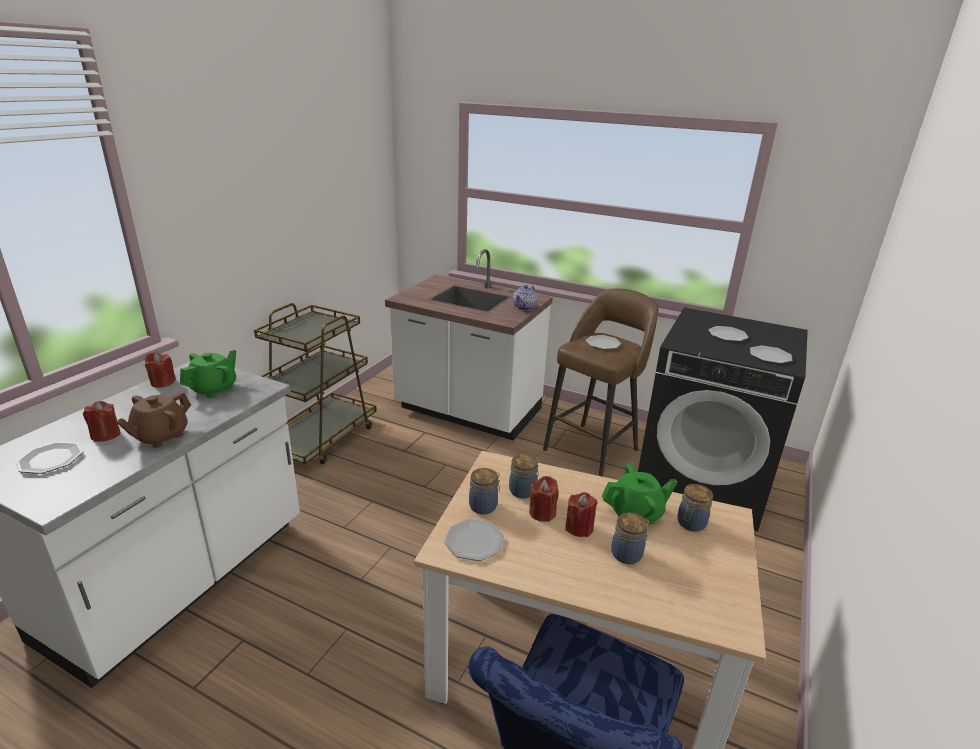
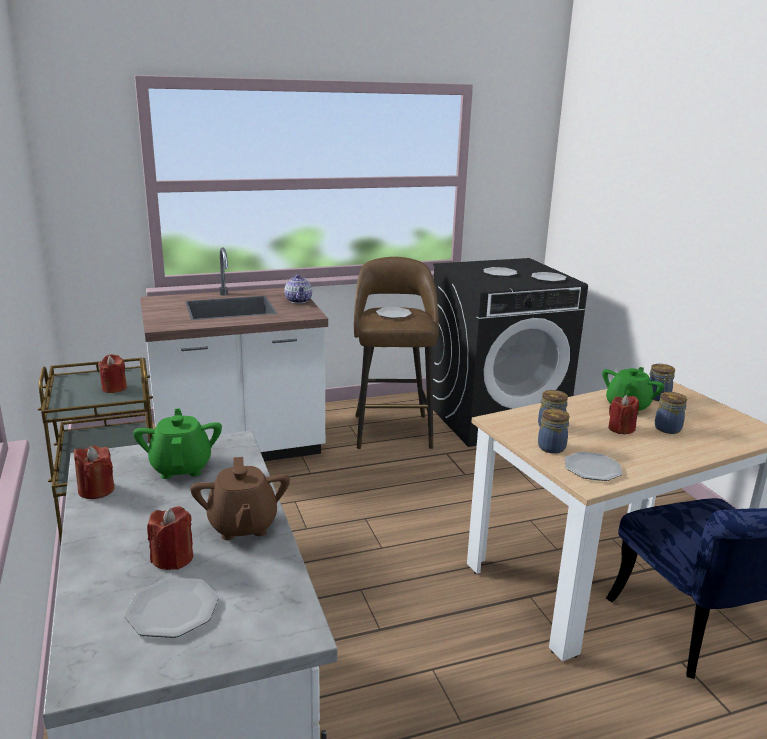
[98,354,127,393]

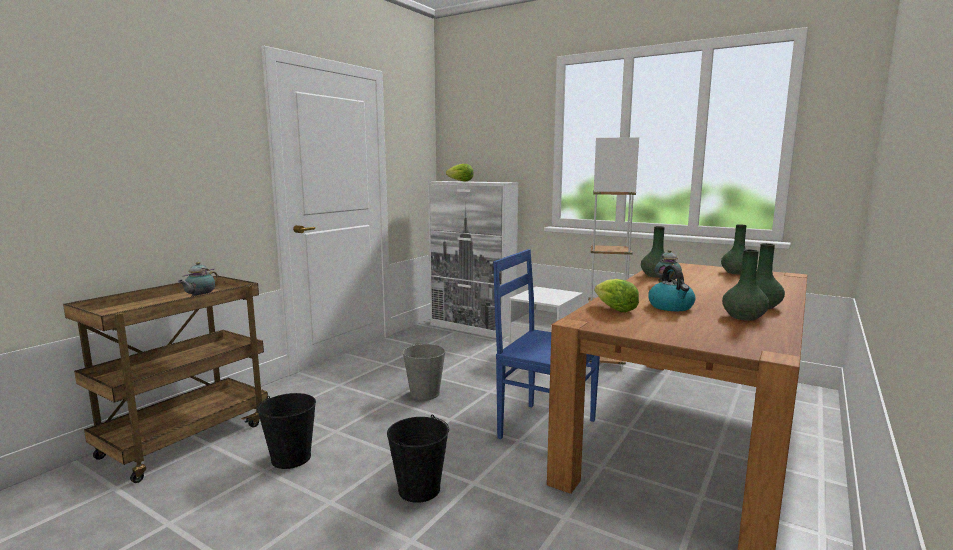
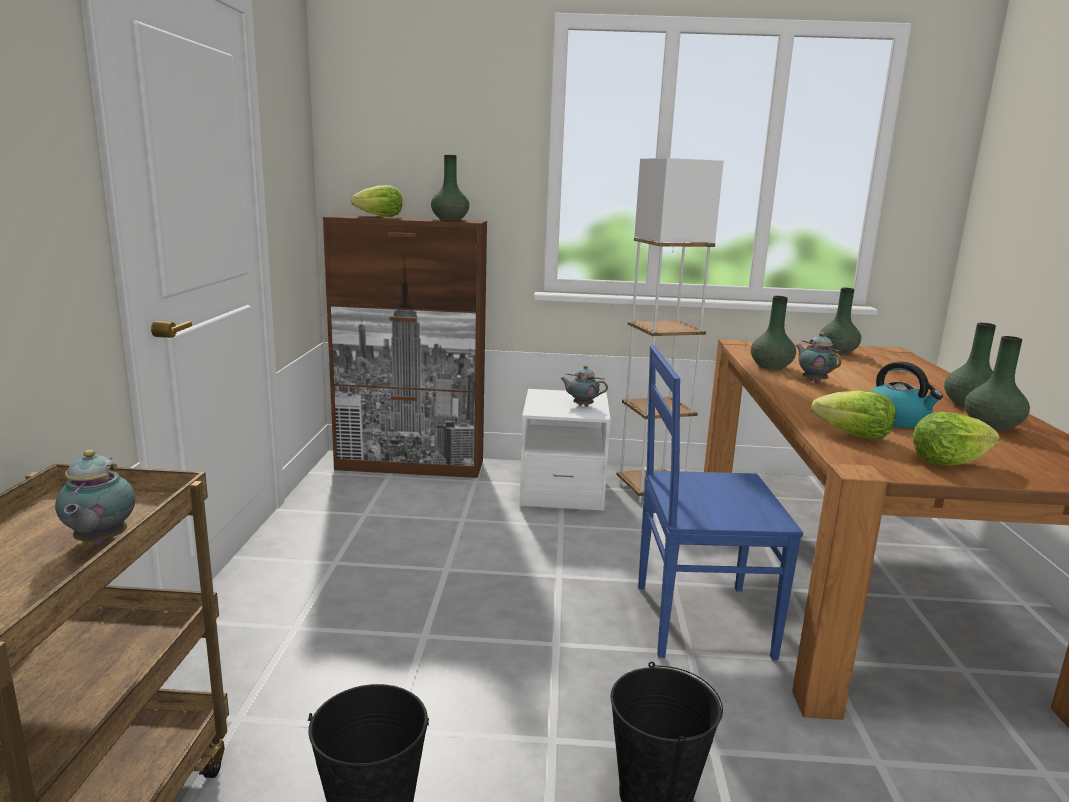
[323,215,487,478]
[431,155,469,220]
[560,365,608,407]
[913,412,1000,465]
[402,342,446,400] (first image)

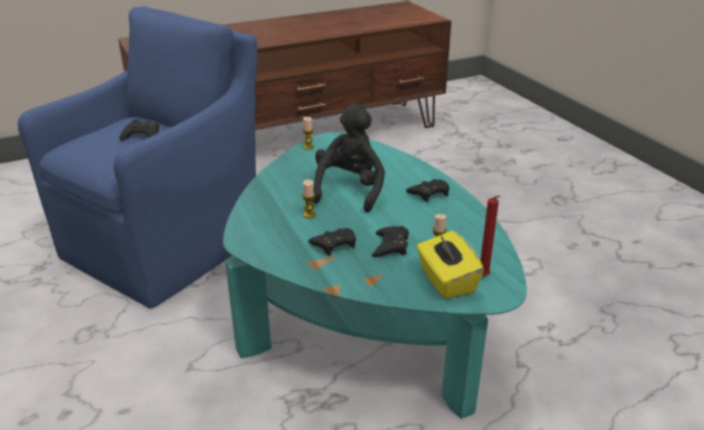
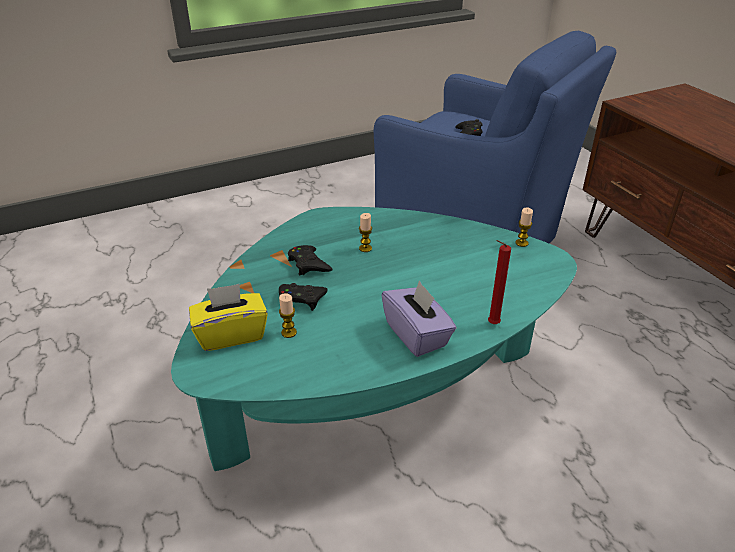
[381,280,456,357]
[488,240,511,324]
[312,103,385,212] (first image)

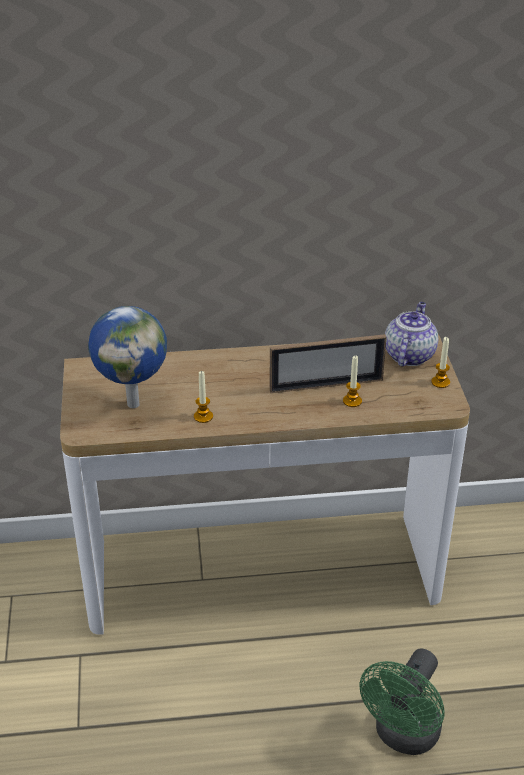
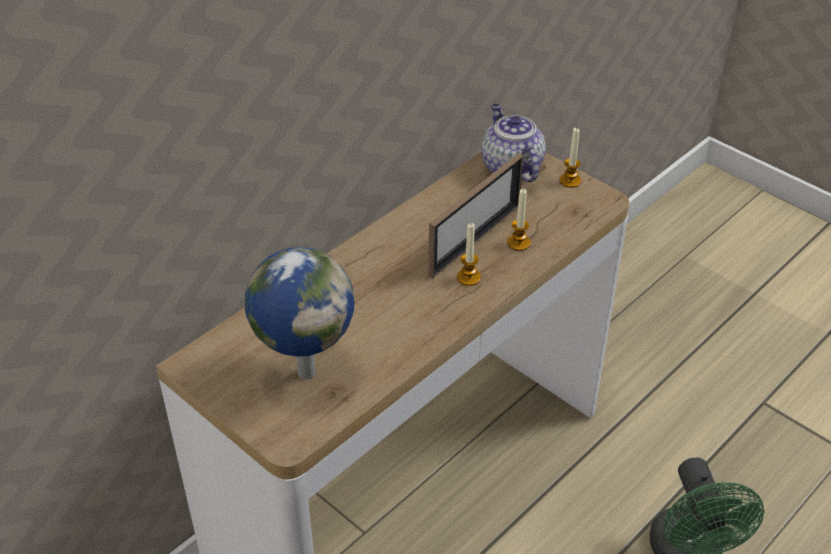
[457,223,481,286]

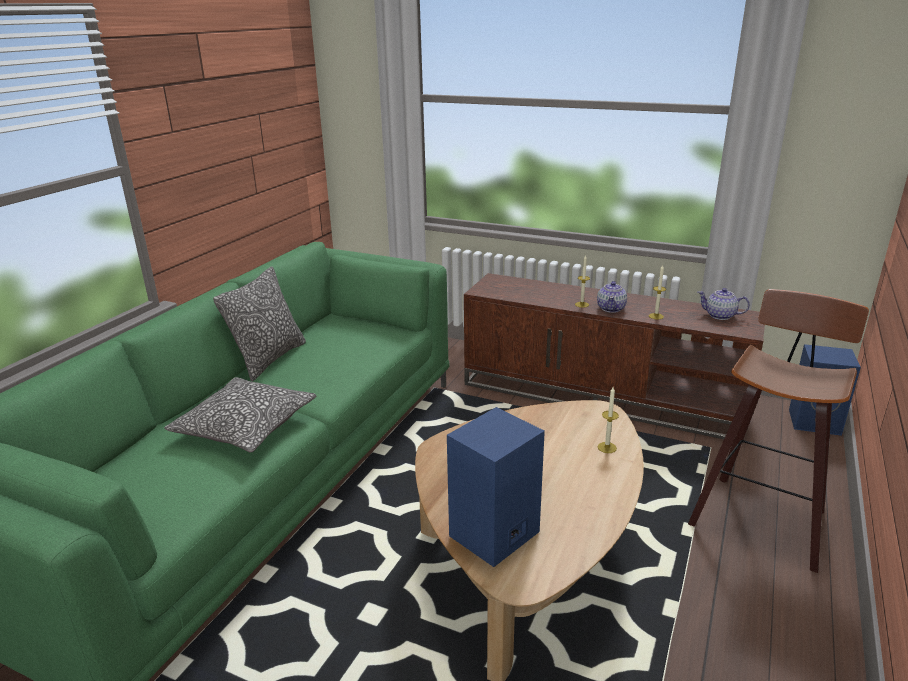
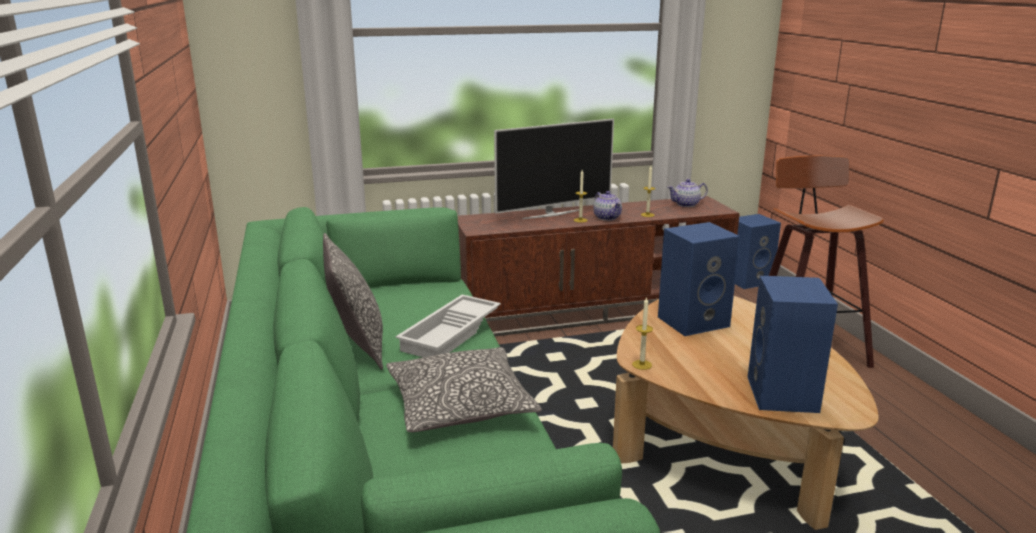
[396,294,501,357]
[494,119,614,219]
[632,297,653,370]
[658,222,740,336]

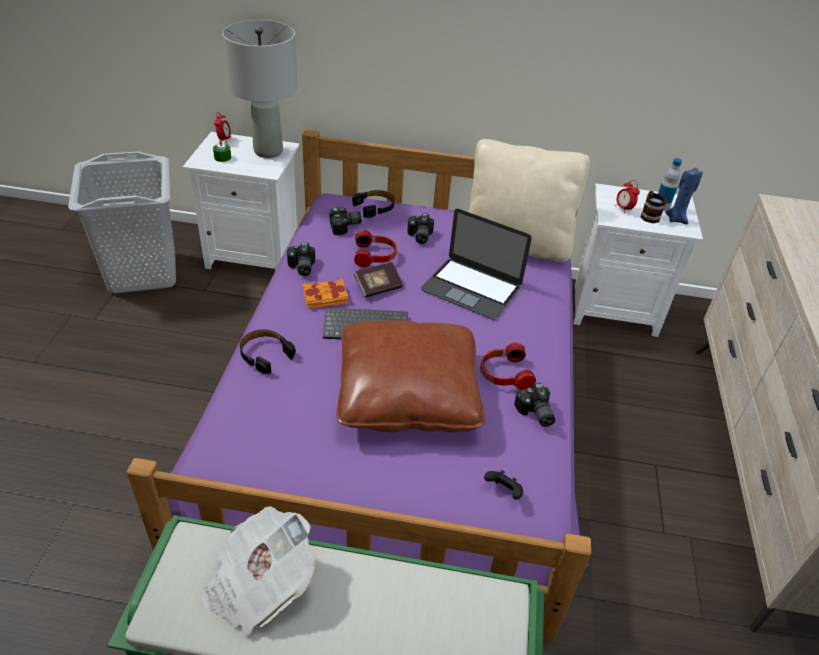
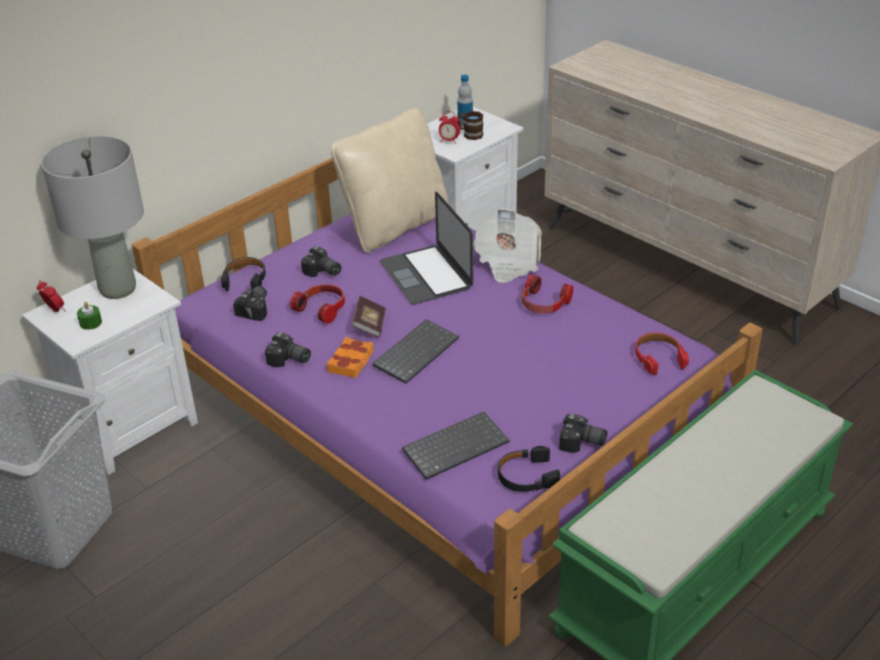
[380,192,473,304]
[402,412,510,480]
[473,208,542,283]
[498,446,560,492]
[559,414,607,453]
[635,332,689,375]
[337,320,485,432] (first image)
[665,168,703,224] (first image)

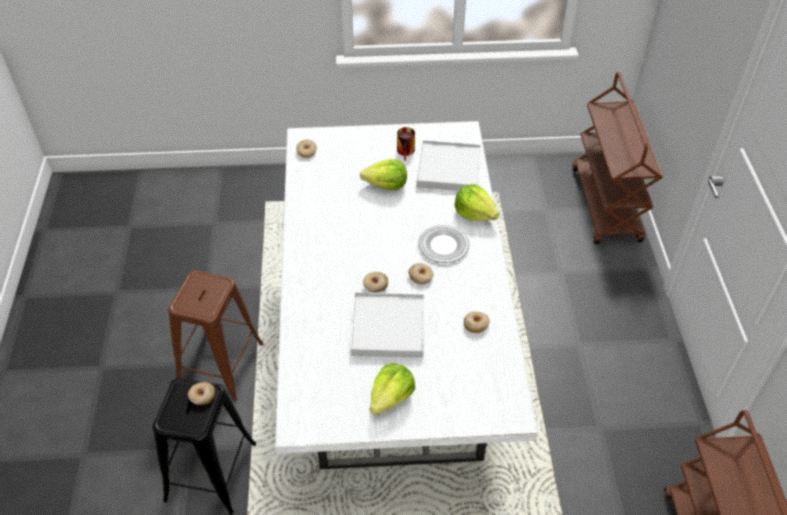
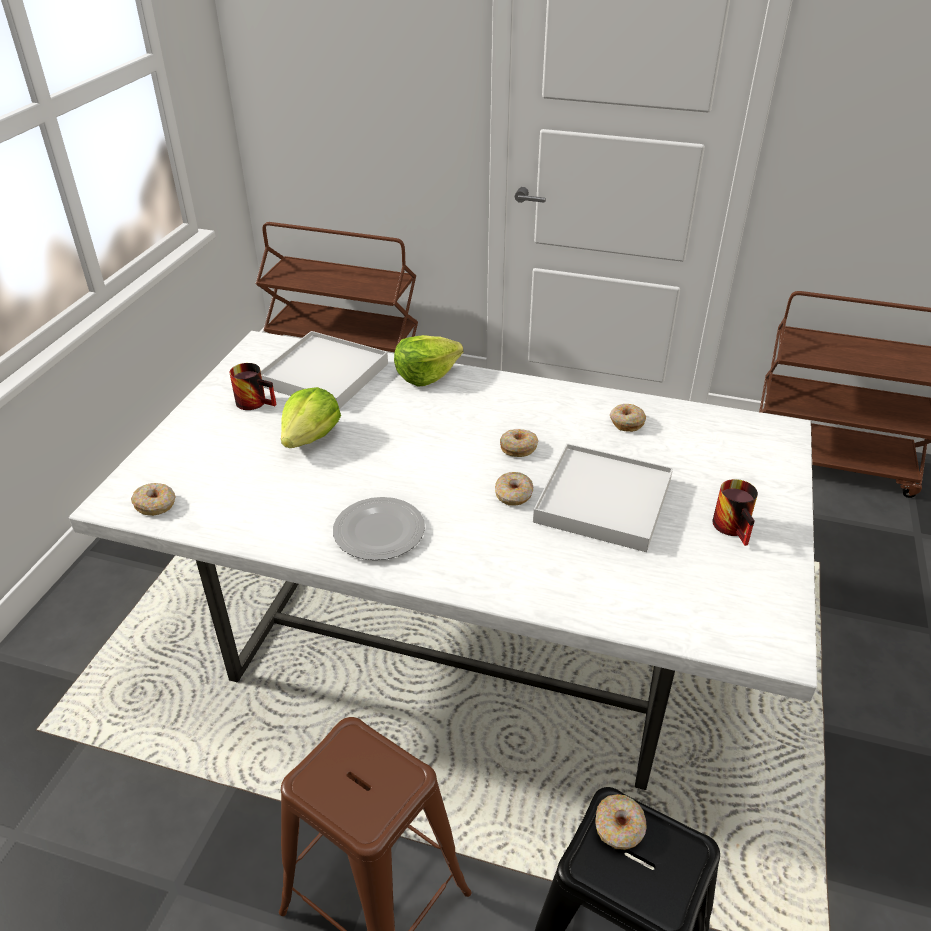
[333,497,425,560]
[713,479,758,546]

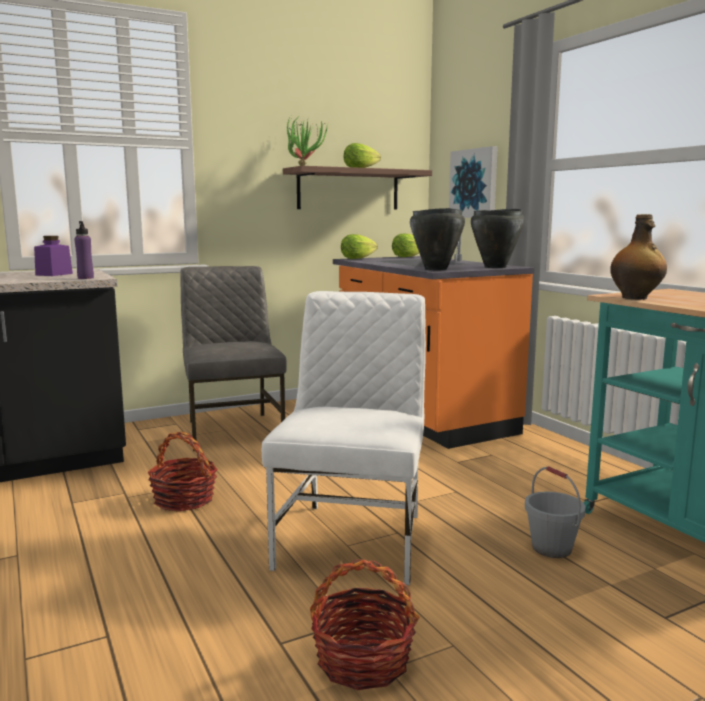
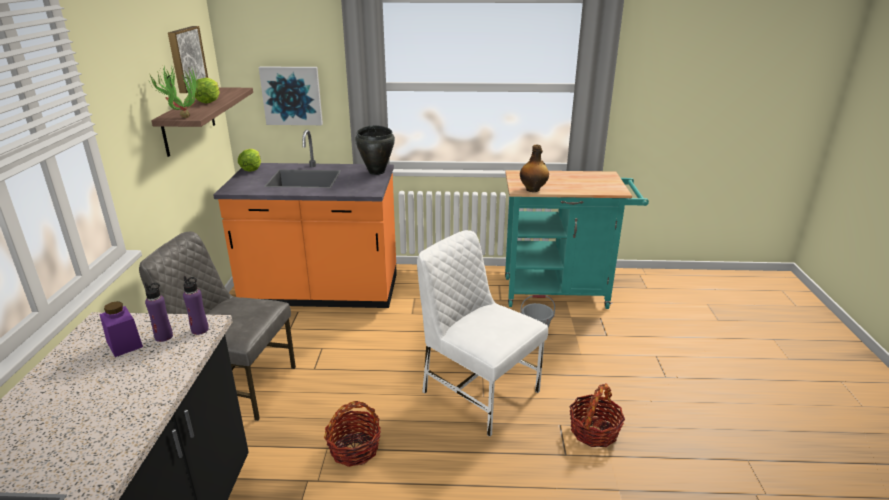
[145,283,173,342]
[168,26,208,93]
[341,234,378,259] (first image)
[410,208,465,270] (first image)

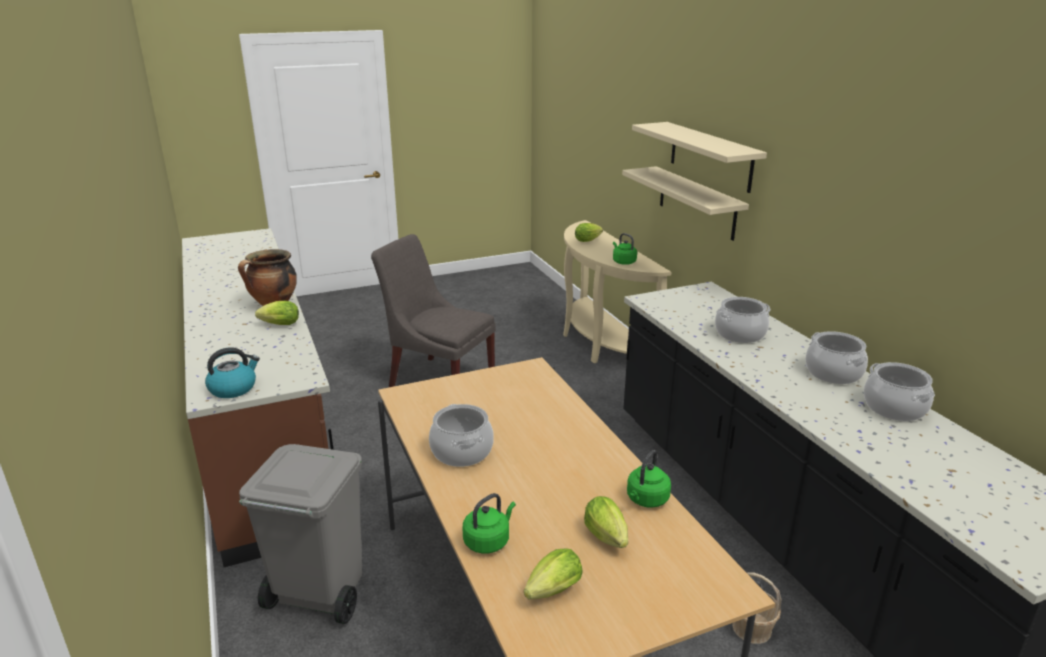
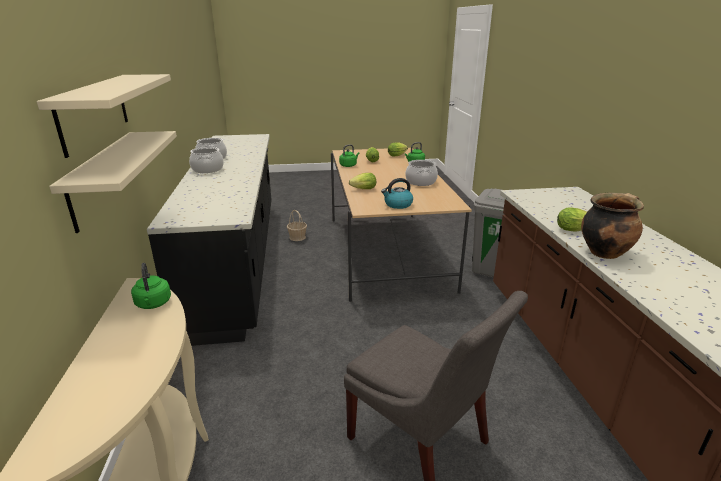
[349,173,376,189]
[381,178,413,209]
[715,297,770,343] (first image)

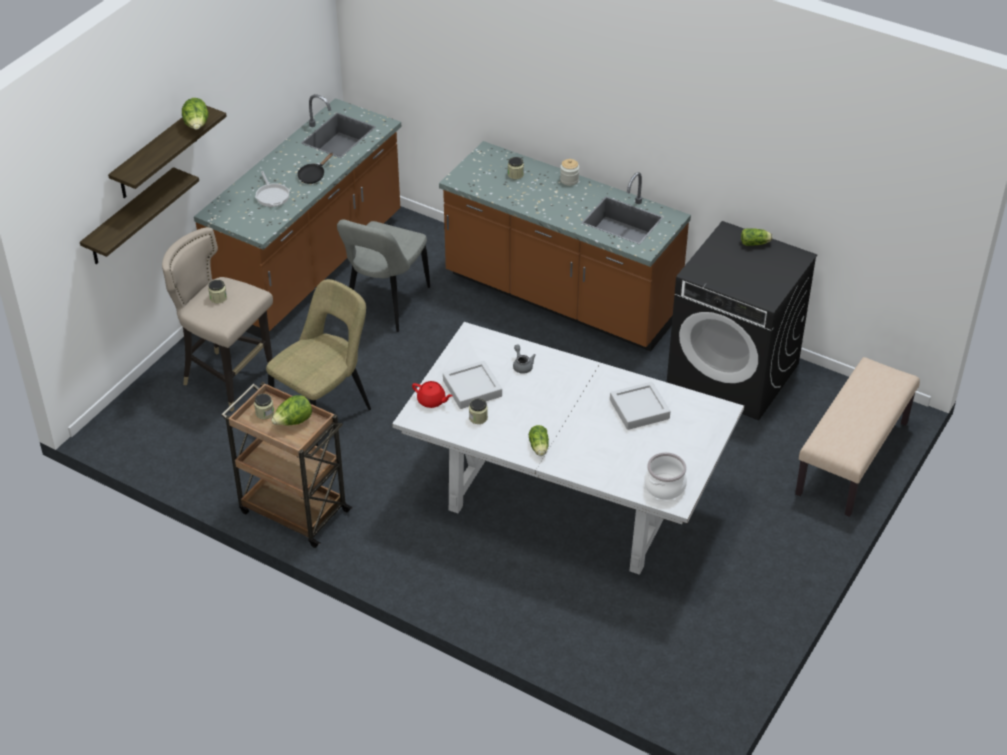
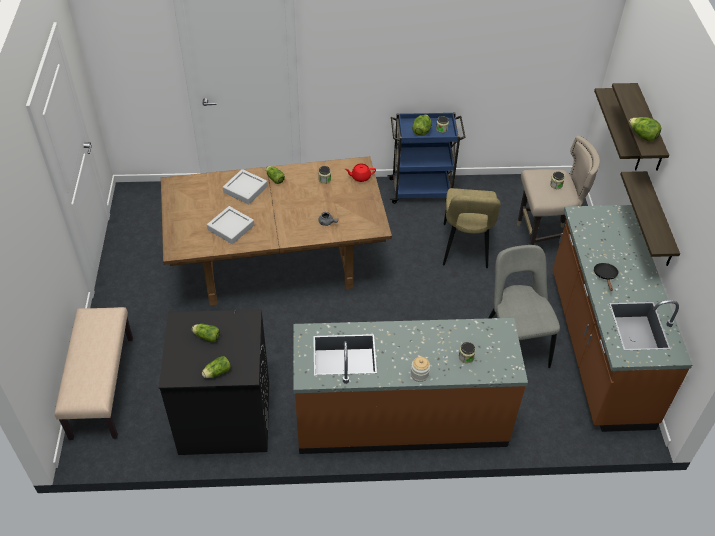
[161,156,392,305]
[192,324,220,342]
[223,169,268,204]
[387,112,466,204]
[620,171,680,266]
[255,171,290,207] (first image)
[644,452,687,500] (first image)

